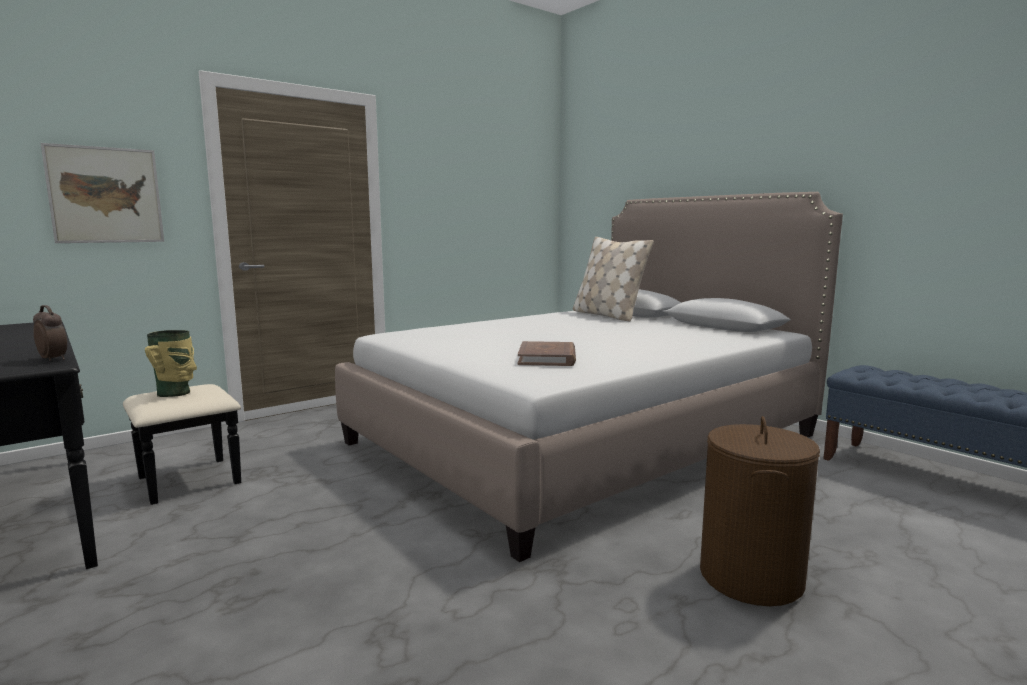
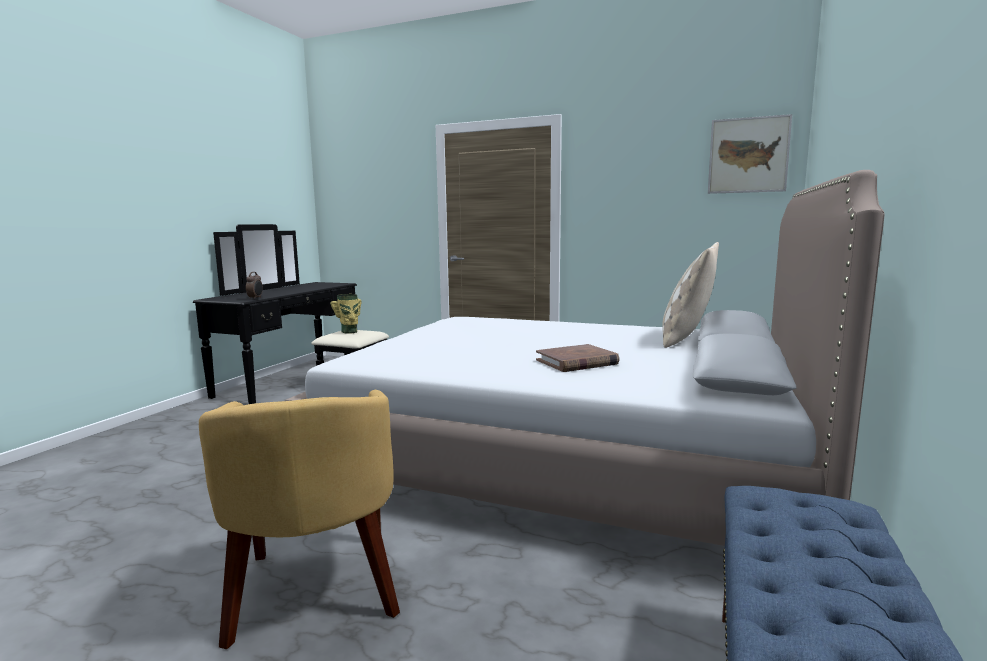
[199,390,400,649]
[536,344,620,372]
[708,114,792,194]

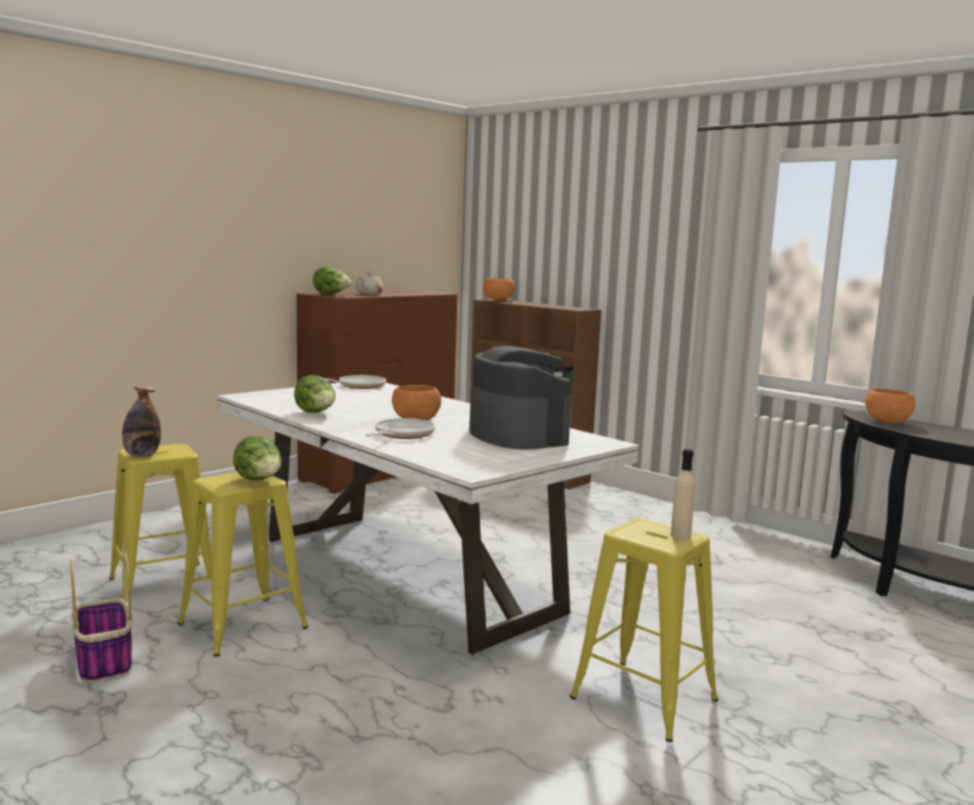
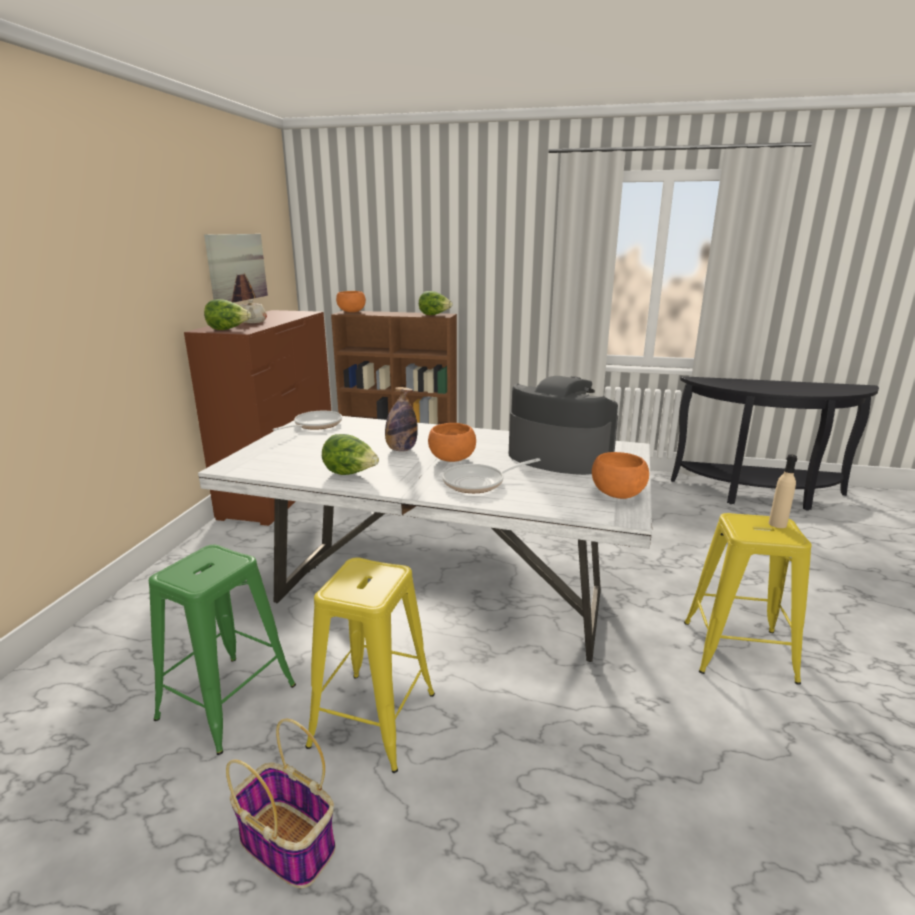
[149,545,296,755]
[204,234,268,303]
[385,387,418,452]
[419,291,453,315]
[442,458,540,493]
[592,452,649,499]

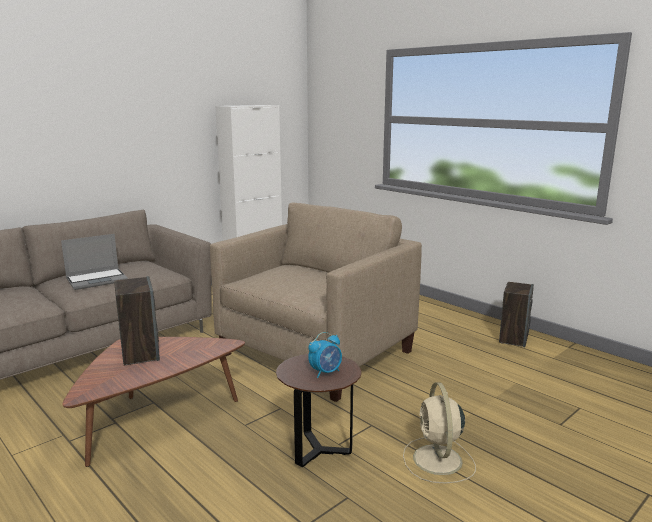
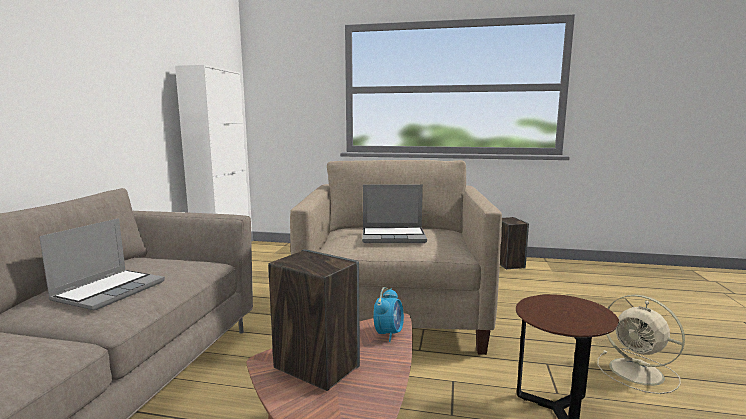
[362,185,427,243]
[373,287,404,342]

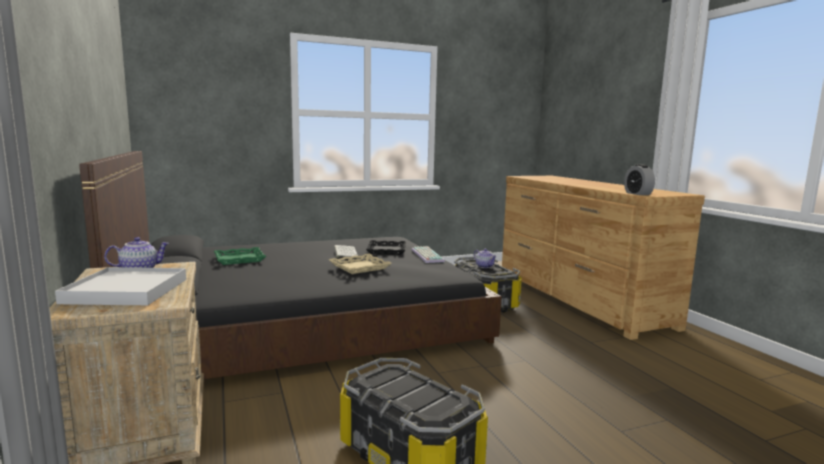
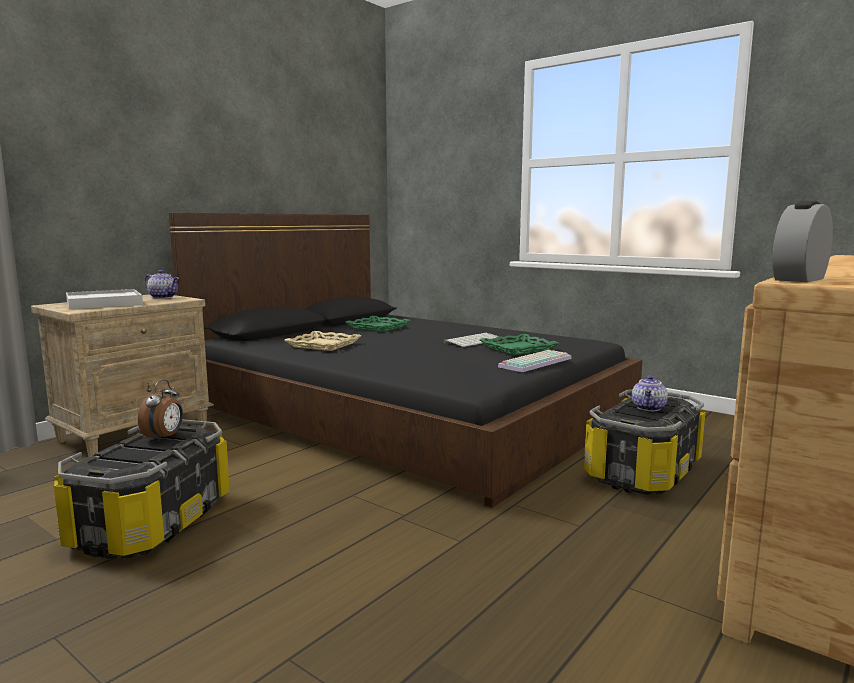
[138,379,183,442]
[284,331,361,351]
[479,334,559,355]

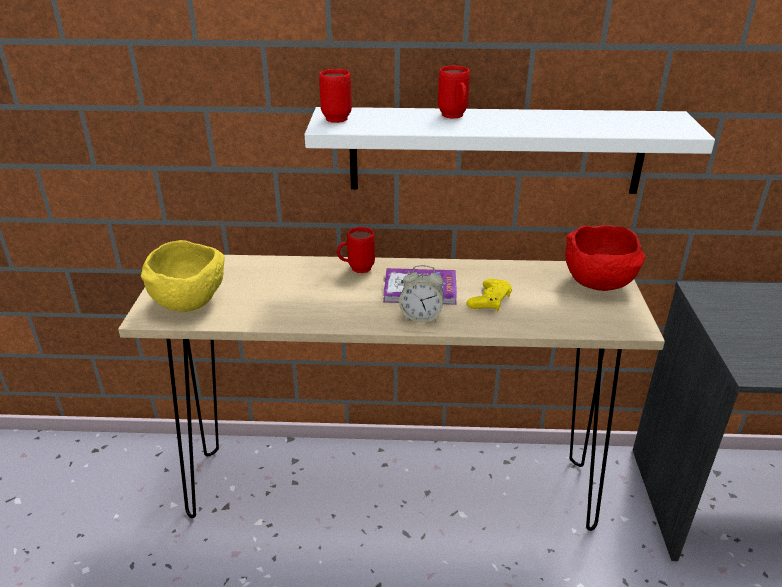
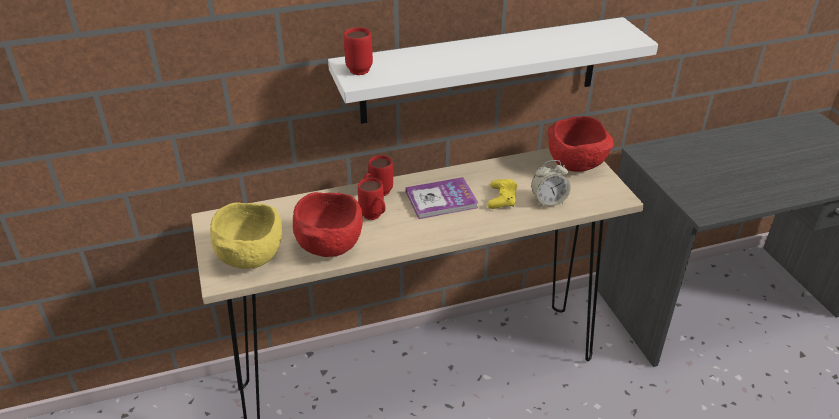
[293,192,363,257]
[358,178,386,220]
[531,160,571,207]

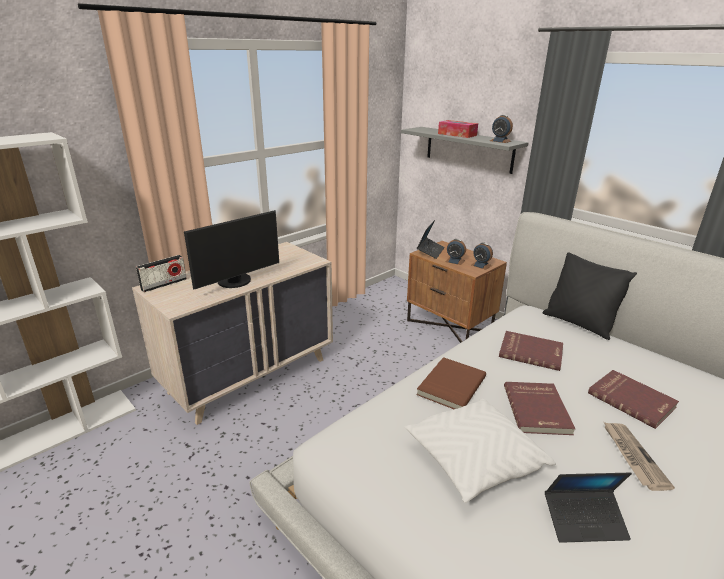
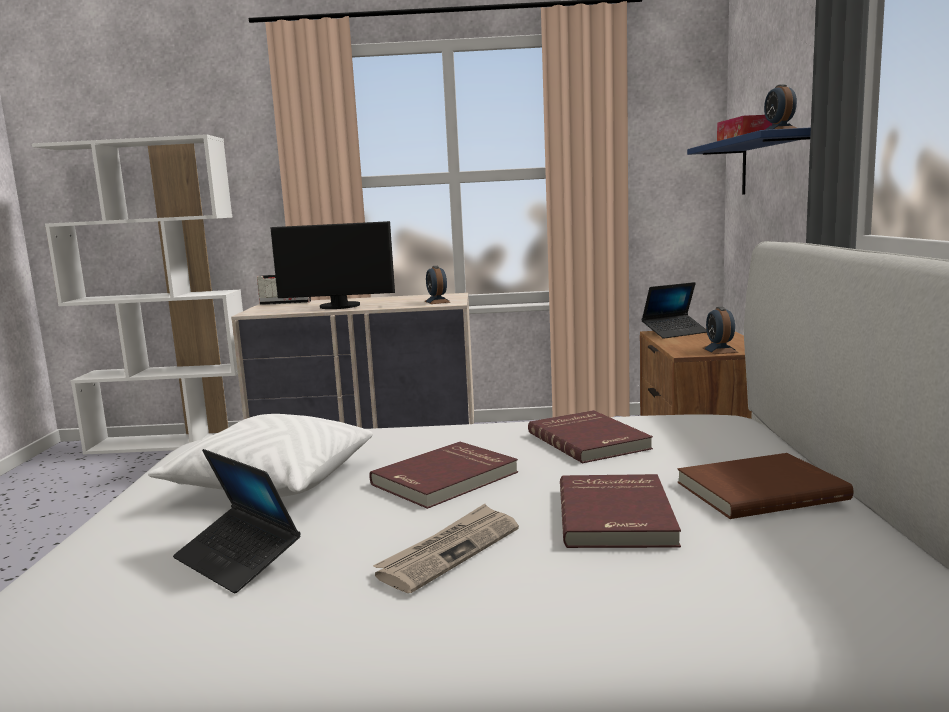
[425,266,451,304]
[677,453,853,519]
[687,127,811,195]
[542,252,637,340] (first image)

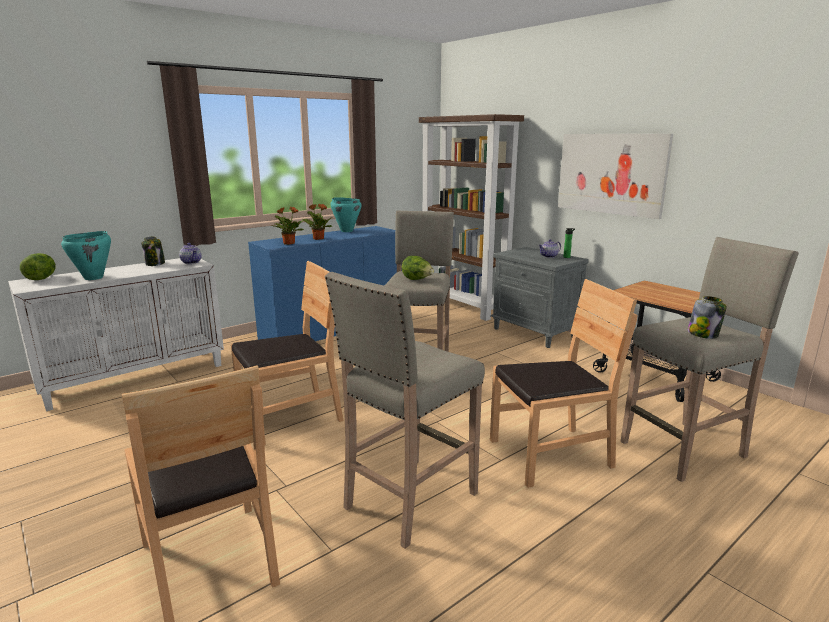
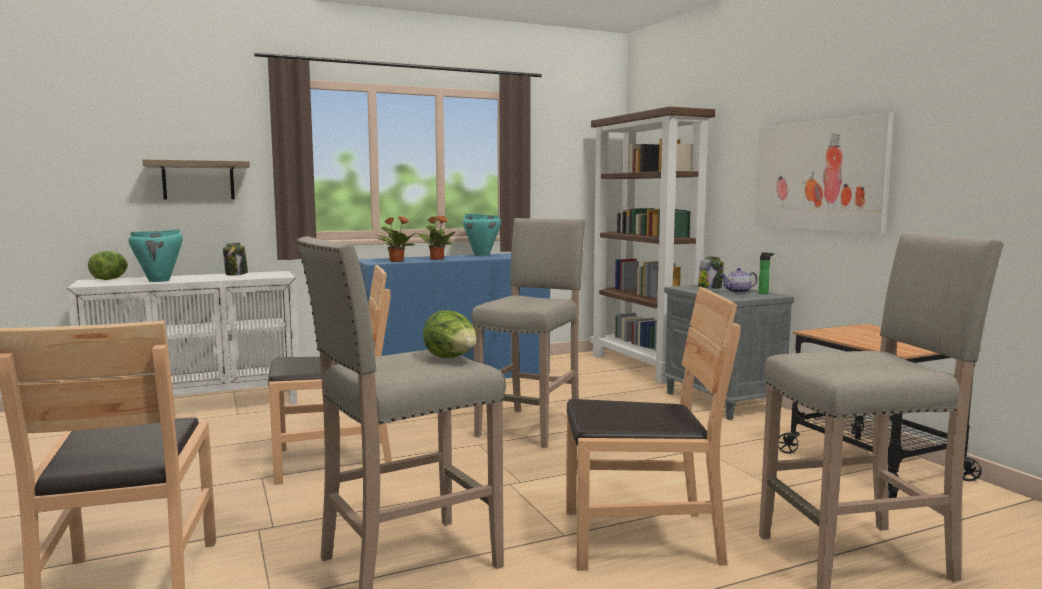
[143,159,250,200]
[423,310,477,358]
[698,256,724,289]
[179,243,202,264] (first image)

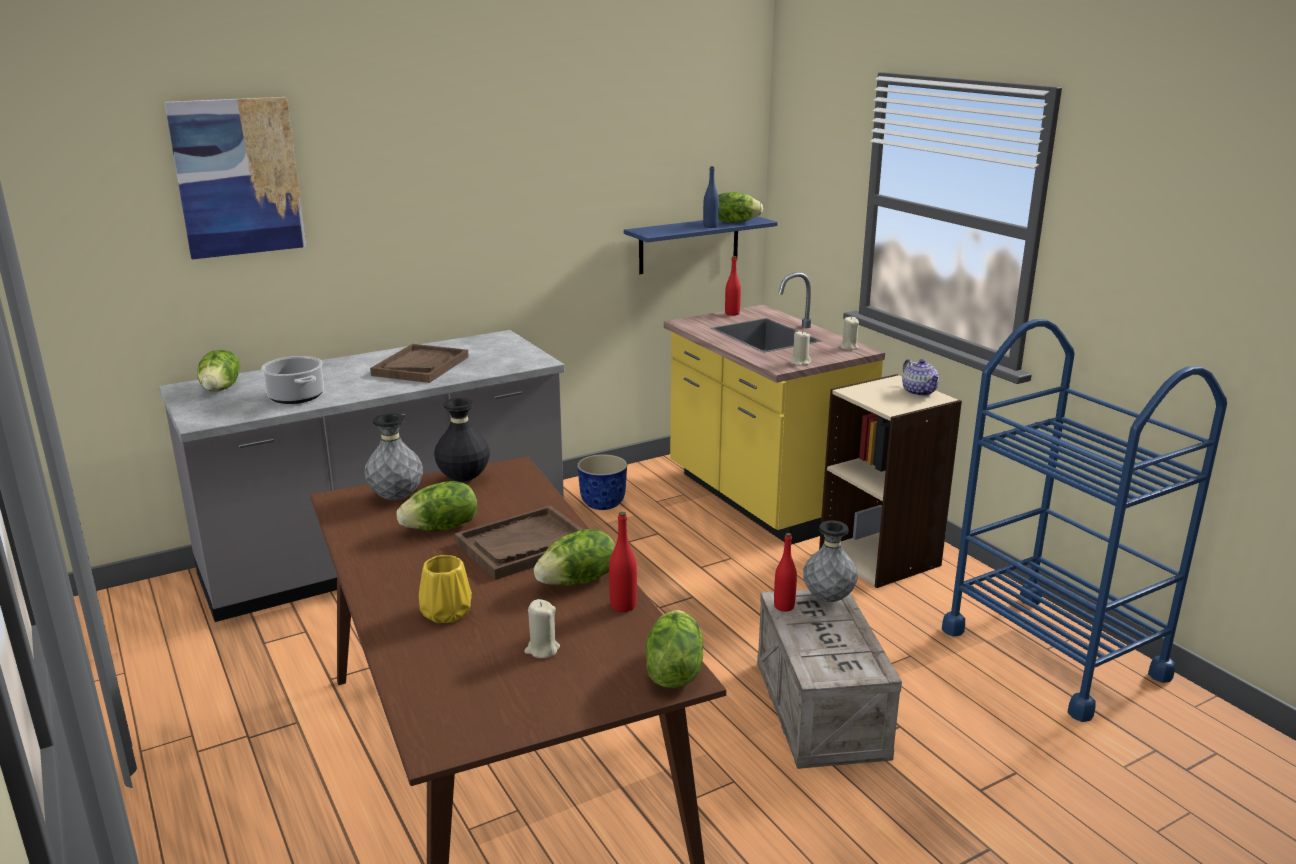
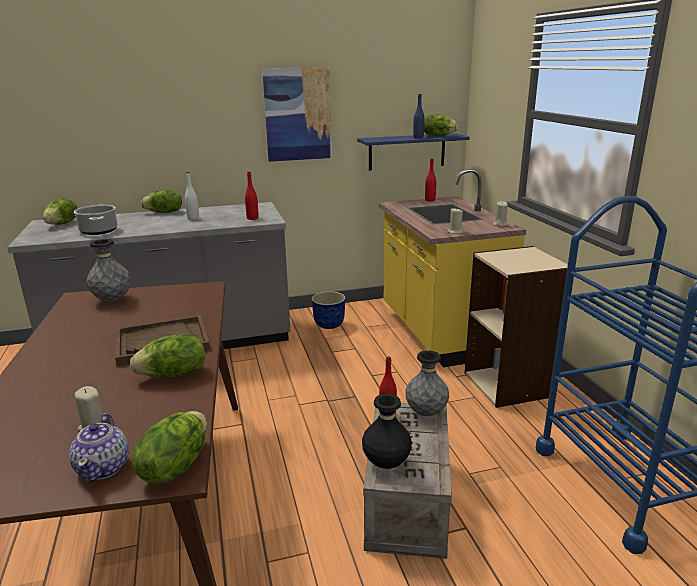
[69,413,129,482]
[141,190,182,213]
[185,172,199,220]
[245,172,259,220]
[262,67,332,162]
[362,394,412,469]
[419,555,472,623] (first image)

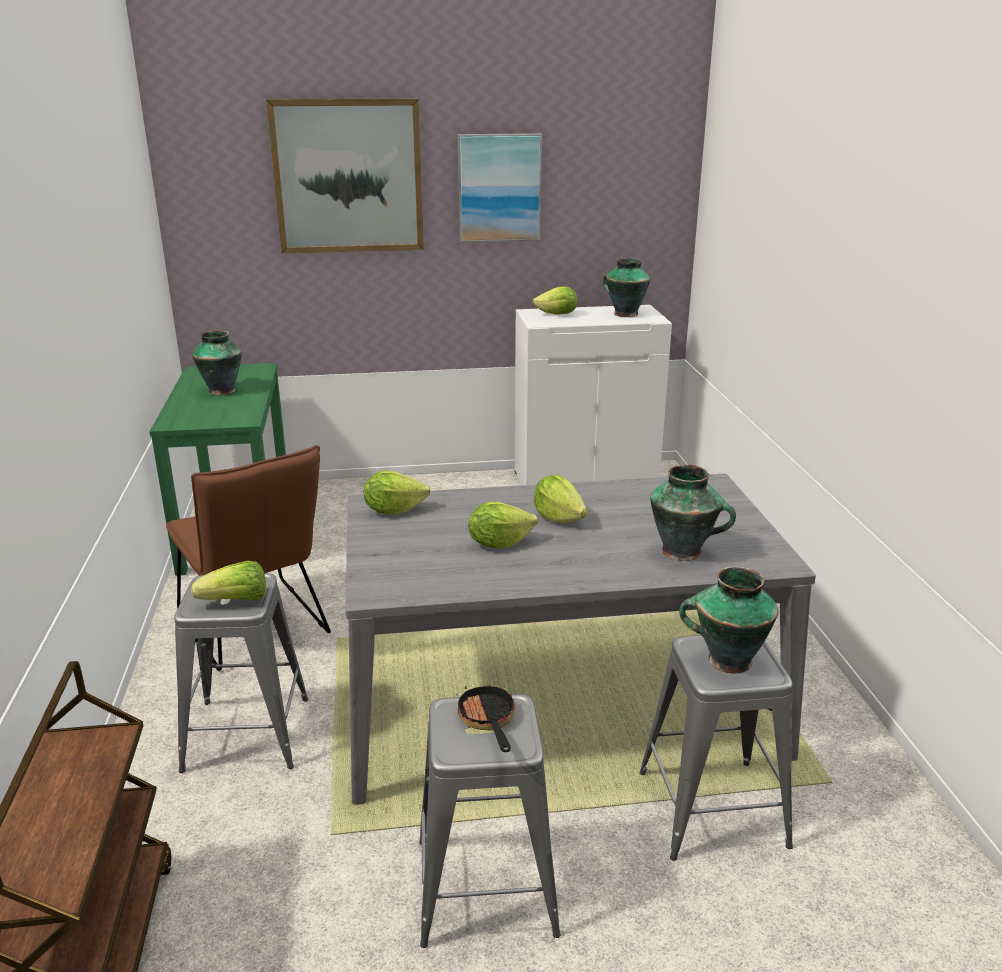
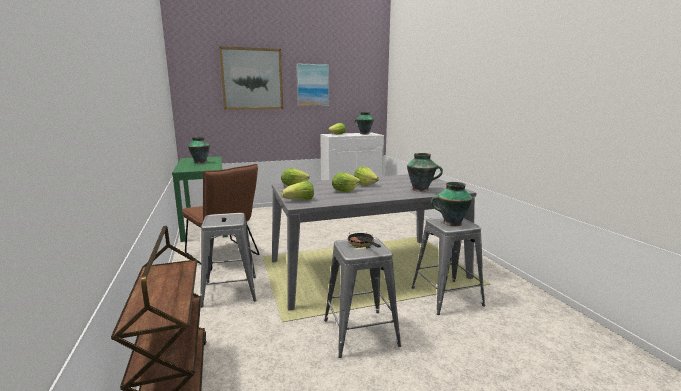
[281,181,314,200]

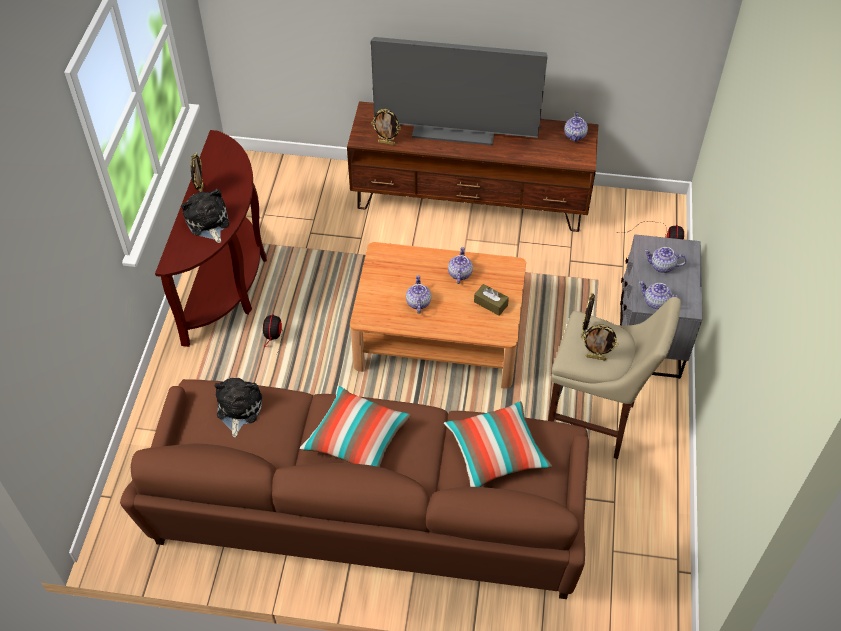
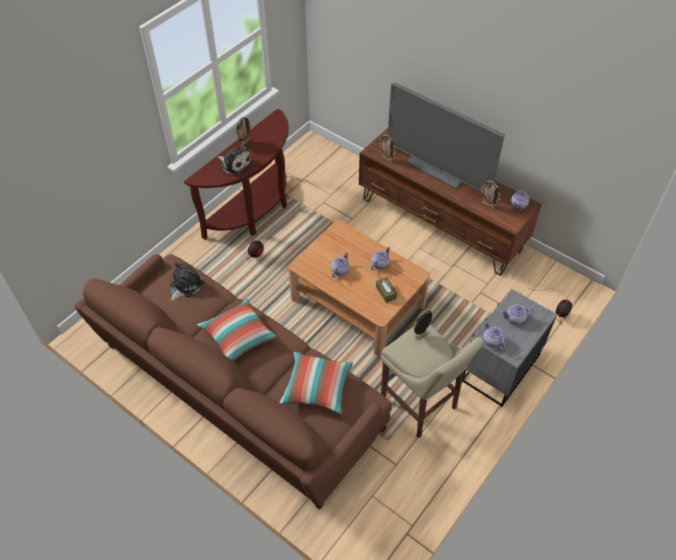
[218,144,252,176]
[481,181,500,209]
[501,304,534,325]

